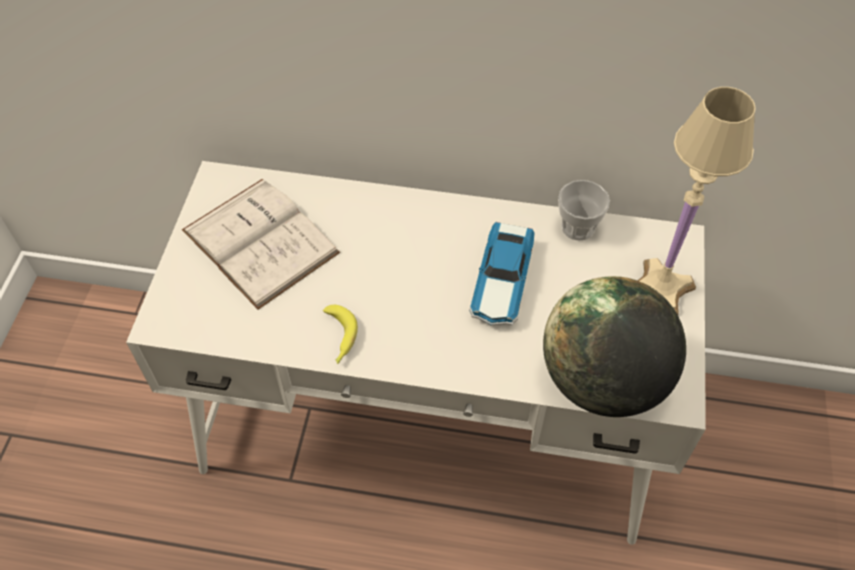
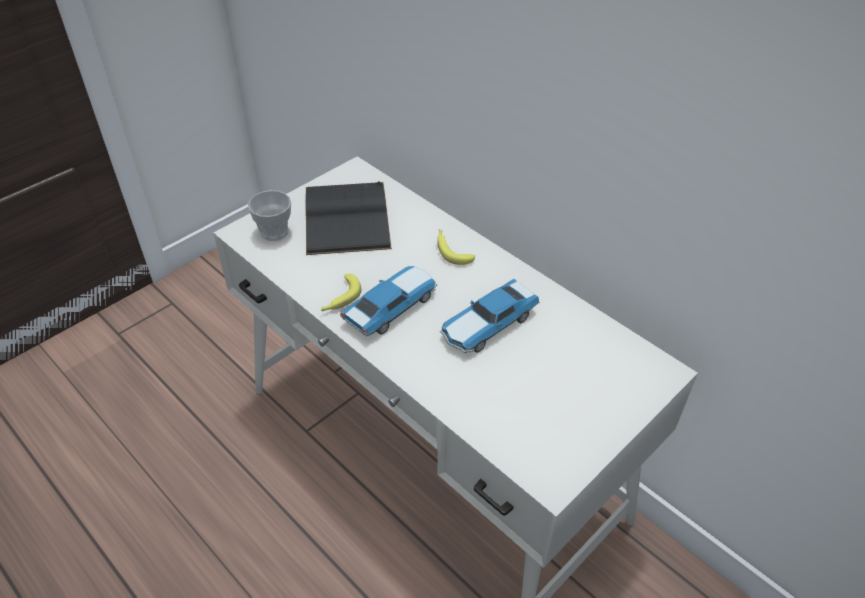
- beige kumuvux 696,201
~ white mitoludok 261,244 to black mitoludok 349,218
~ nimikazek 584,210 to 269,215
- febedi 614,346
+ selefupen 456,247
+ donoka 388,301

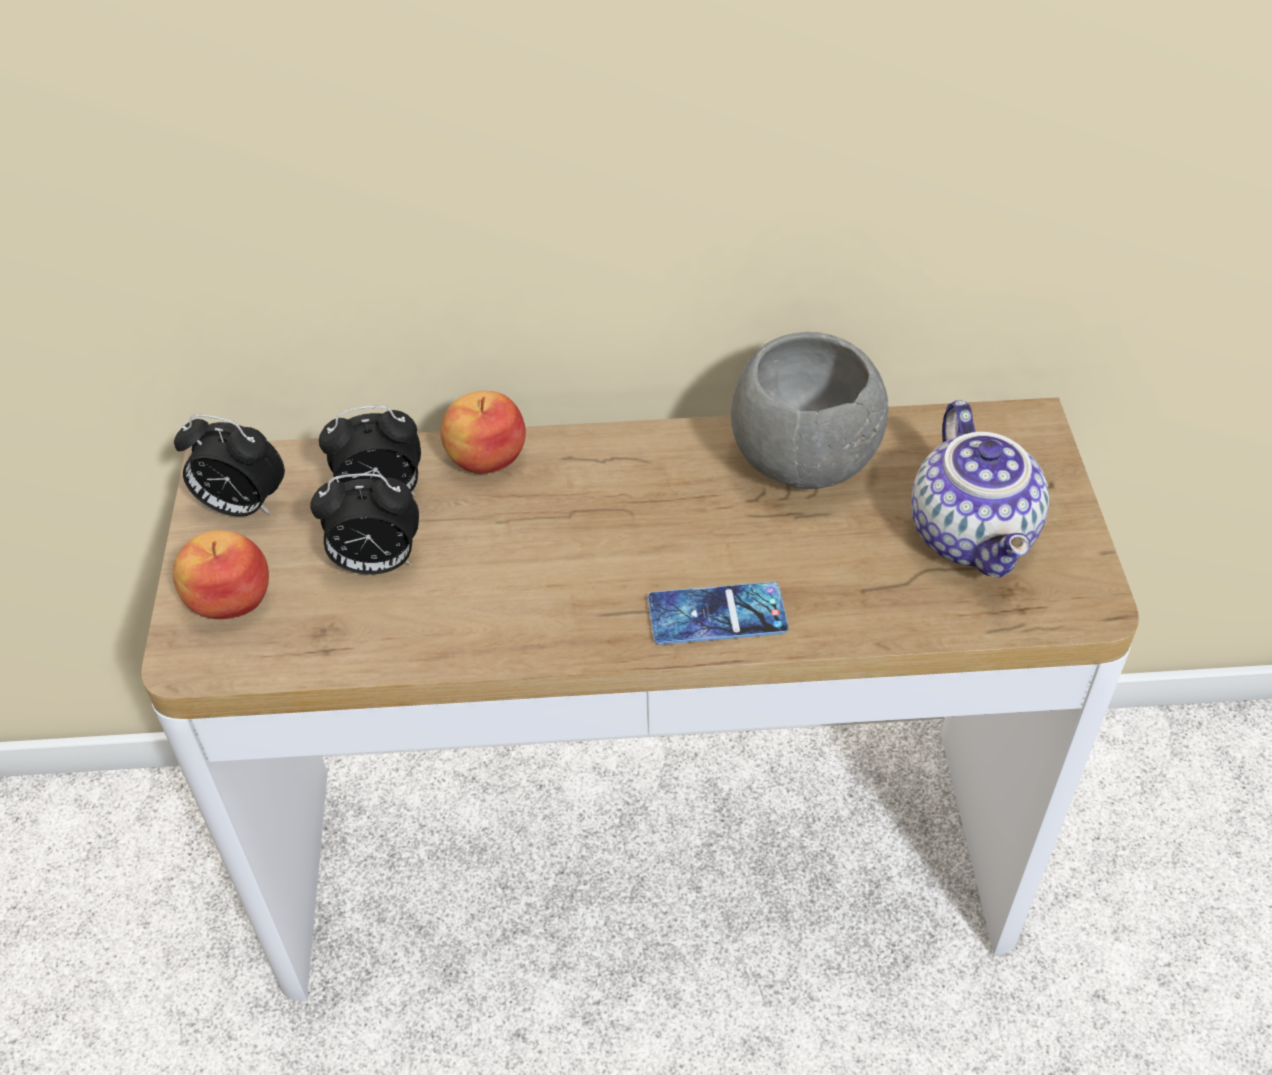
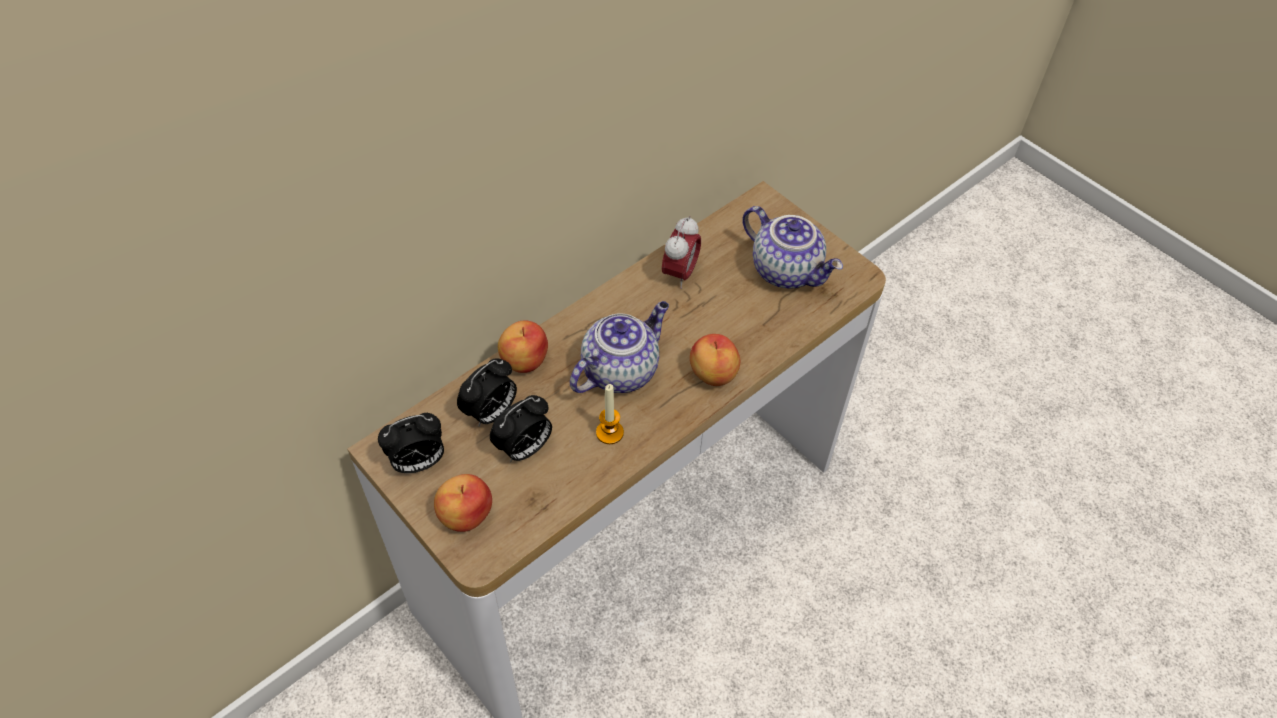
~ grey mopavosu 809,410 to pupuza 681,252
~ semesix 718,613 to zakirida 715,360
+ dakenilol 619,347
+ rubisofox 610,414

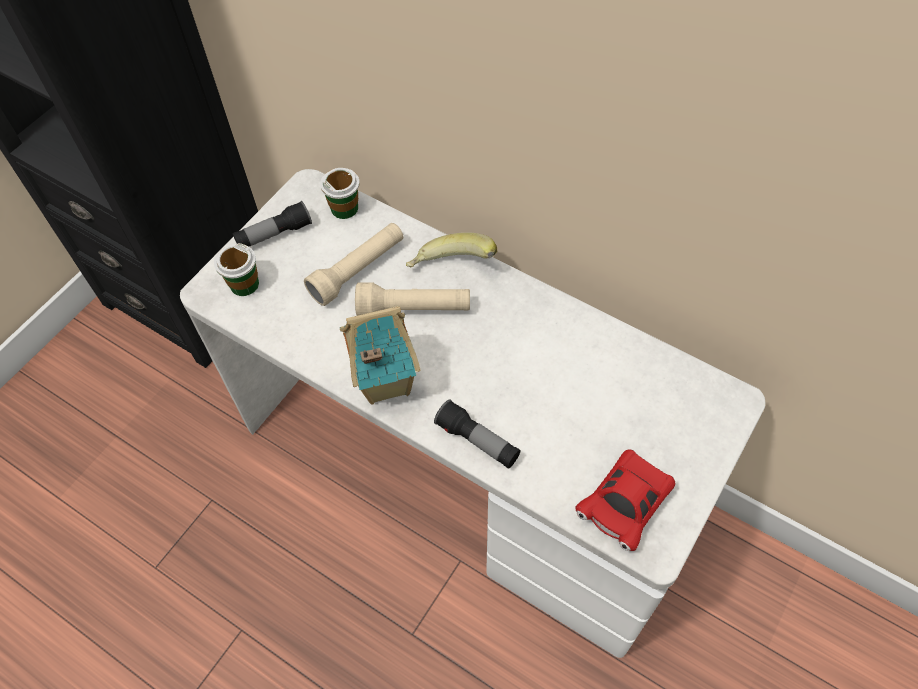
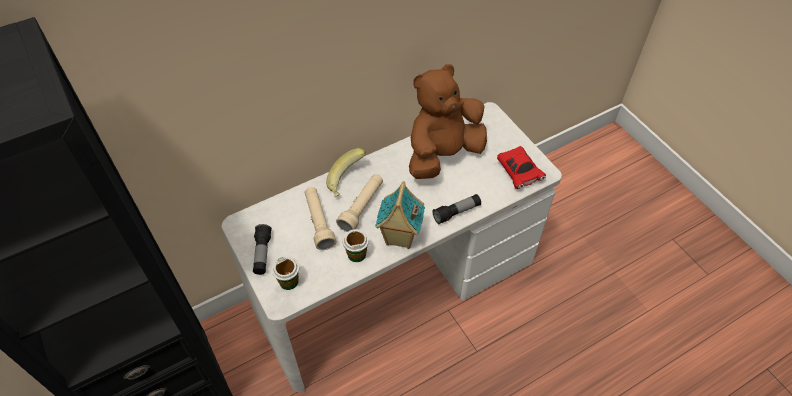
~ nimikazek 340,193 to 355,245
+ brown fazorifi 448,121

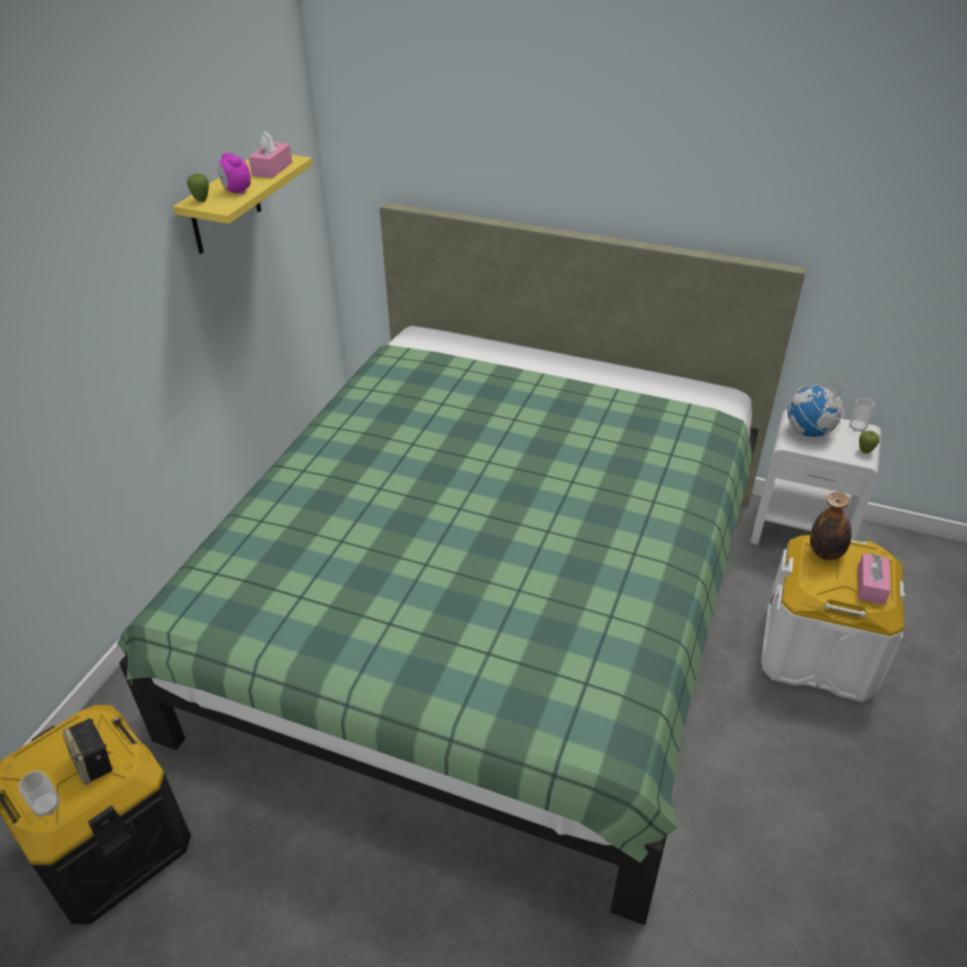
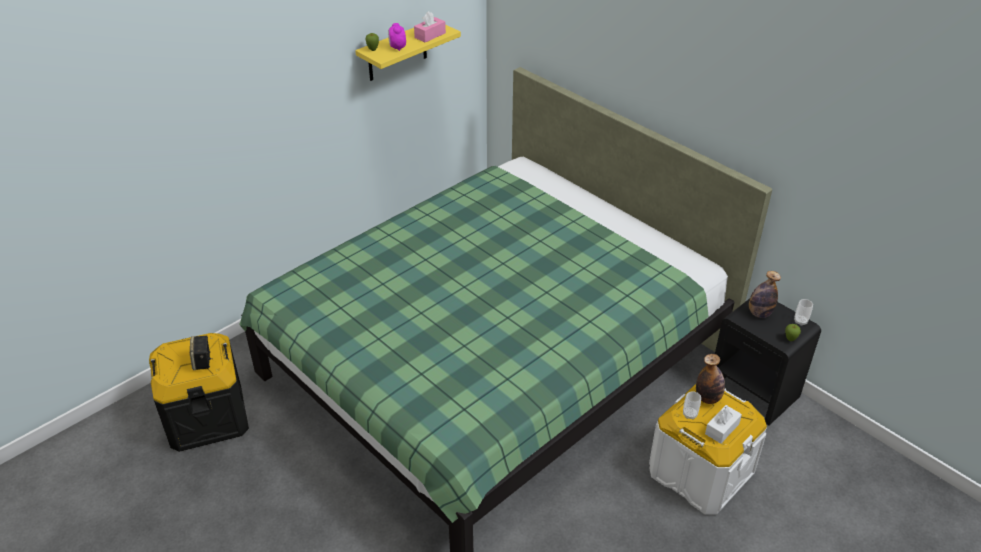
~ febedi 817,407 to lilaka 765,294
~ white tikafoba 815,477 to black tikafoba 768,361
~ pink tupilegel 874,579 to white tupilegel 723,424
~ nimikazek 39,794 to 692,405

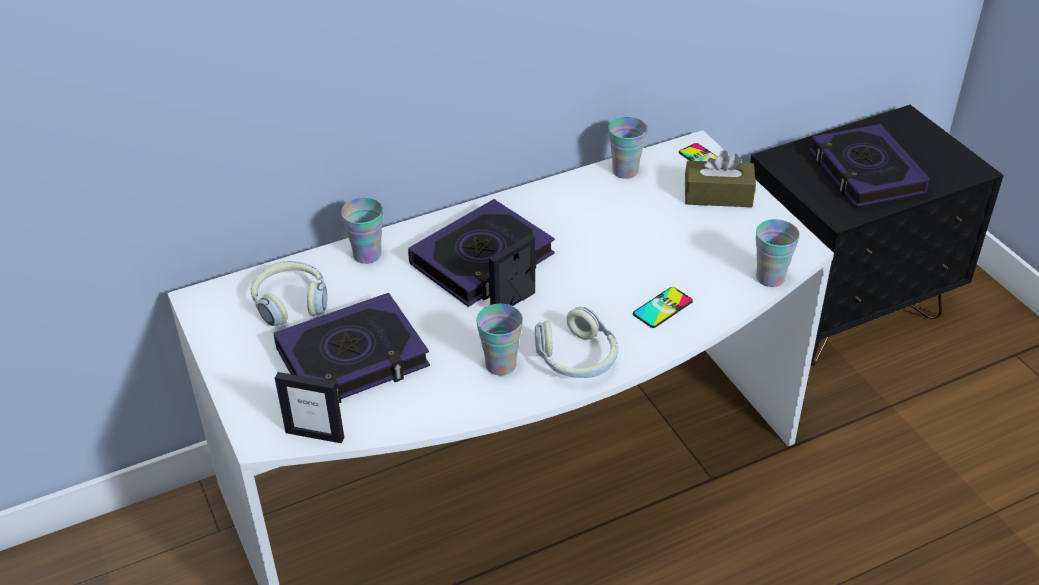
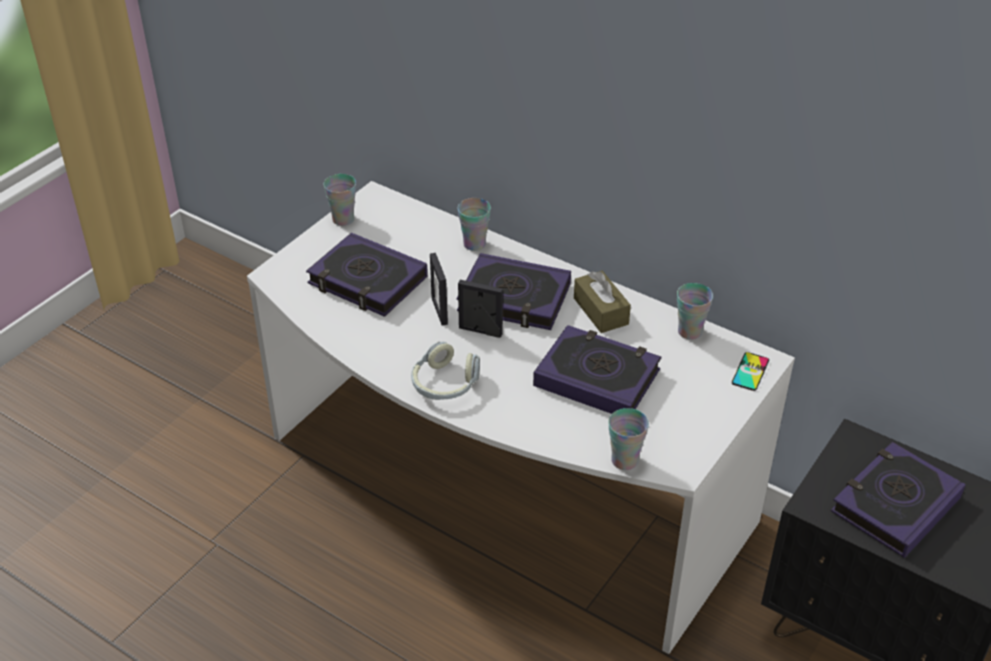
~ brown tupilegel 720,178 to 602,302
- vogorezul 288,293
- semesix 663,307
~ nimikazek 499,340 to 340,200
~ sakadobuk 309,407 to 439,289
+ mitoludok 597,369

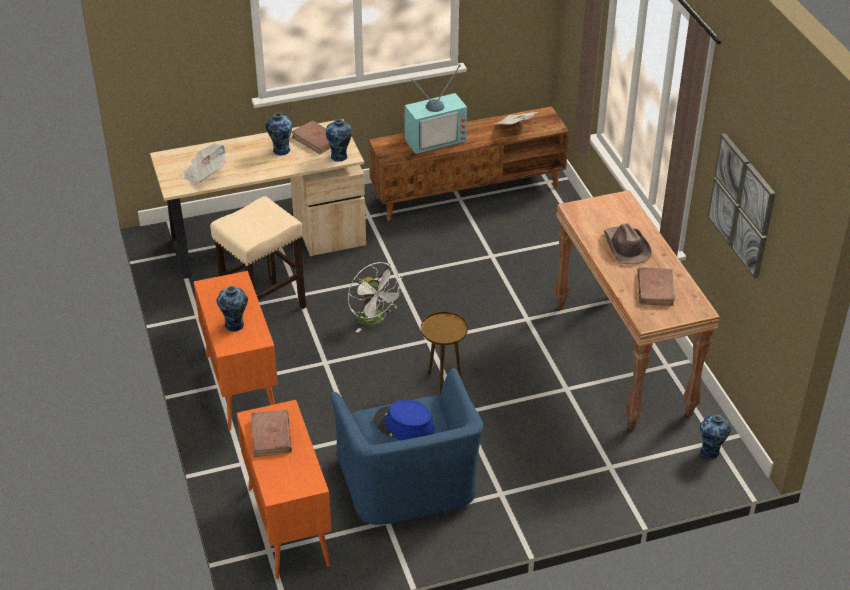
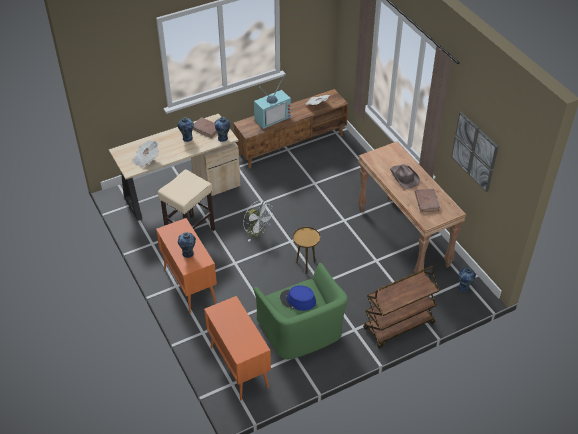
~ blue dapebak 406,446 to green dapebak 300,311
- brown mitoludok 271,433
+ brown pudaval 401,307

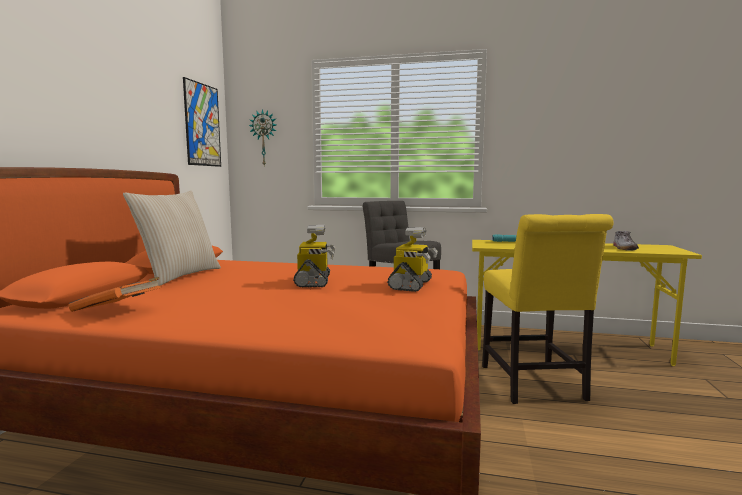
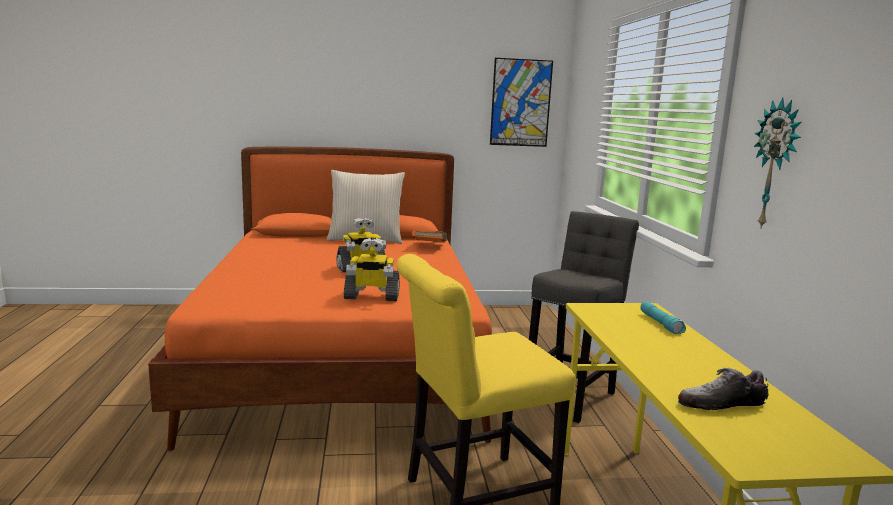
~ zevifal 262,137 to 778,163
~ orange mitoludok 115,294 to 429,236

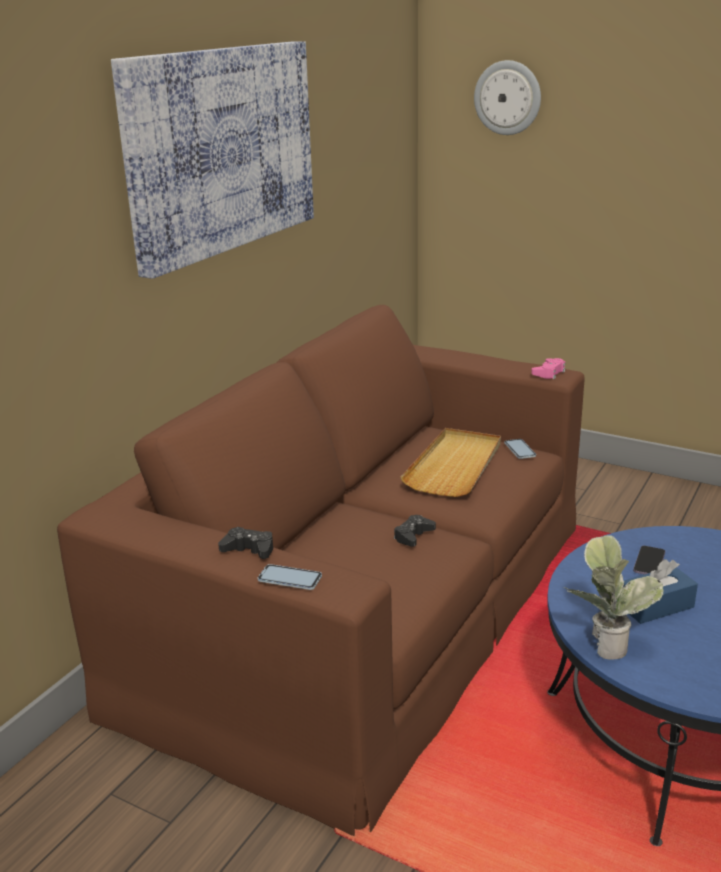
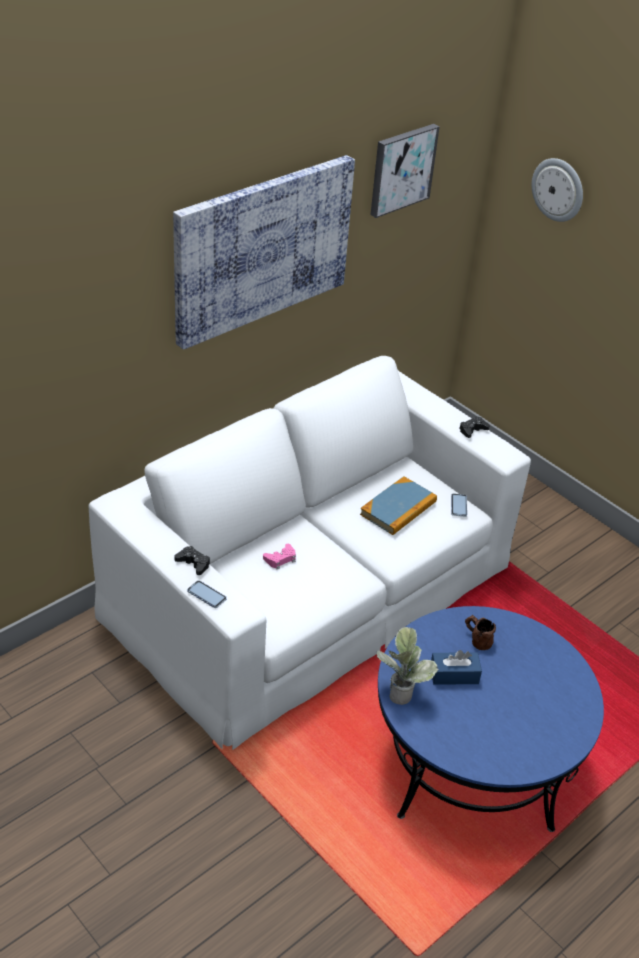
~ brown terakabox 321,570 to white terakabox 310,553
~ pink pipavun 548,368 to 279,556
~ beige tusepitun 450,462 to mitoludok 398,506
~ black pipavun 415,531 to 474,427
~ semesix 649,560 to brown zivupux 480,632
+ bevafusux 405,171

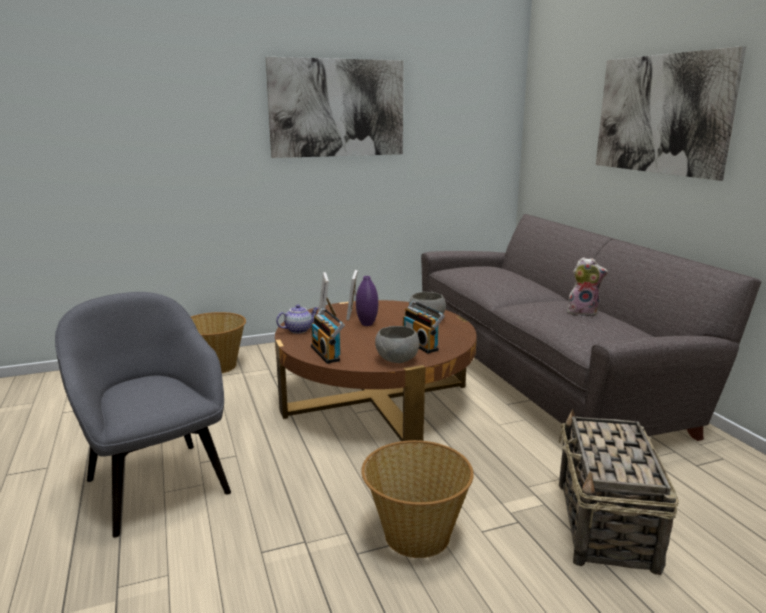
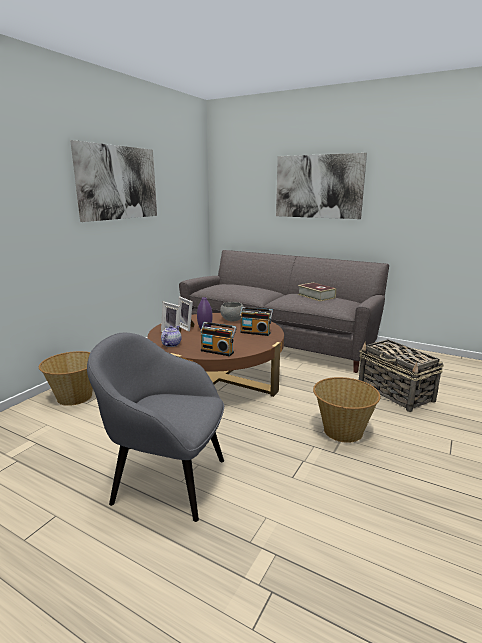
~ fazorifi 587,287 to mitoludok 317,292
- grey mopavosu 397,344

